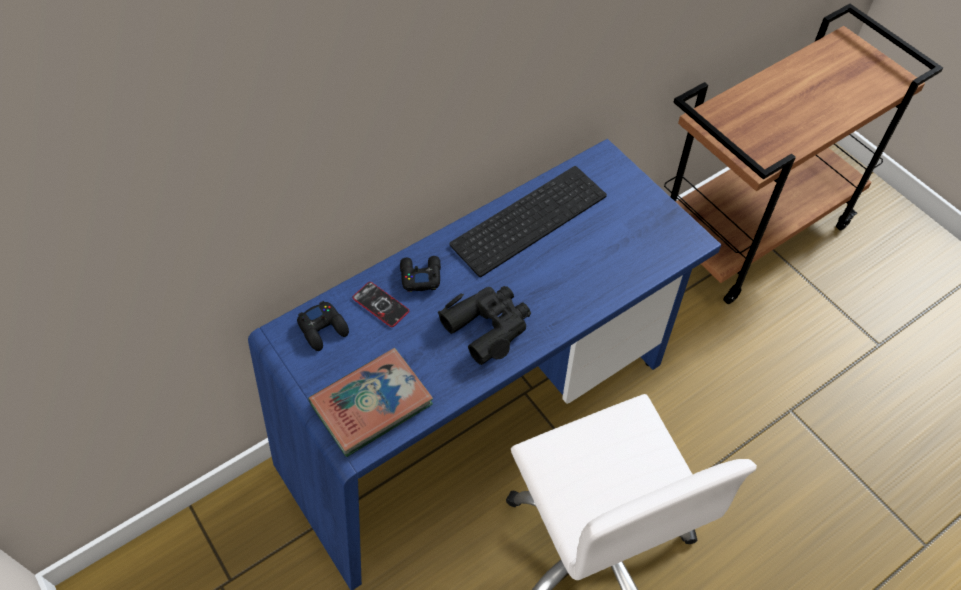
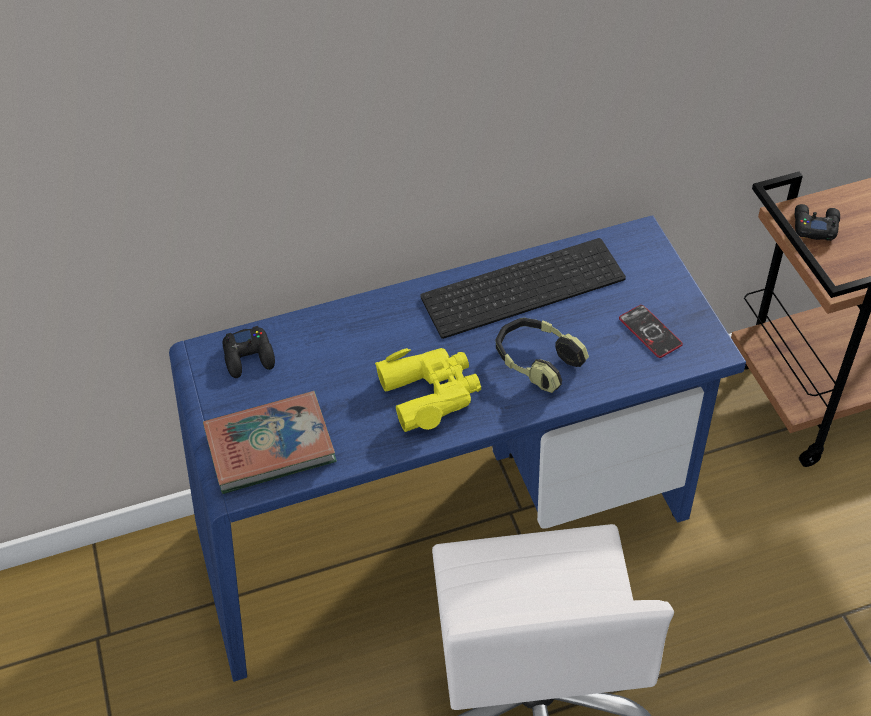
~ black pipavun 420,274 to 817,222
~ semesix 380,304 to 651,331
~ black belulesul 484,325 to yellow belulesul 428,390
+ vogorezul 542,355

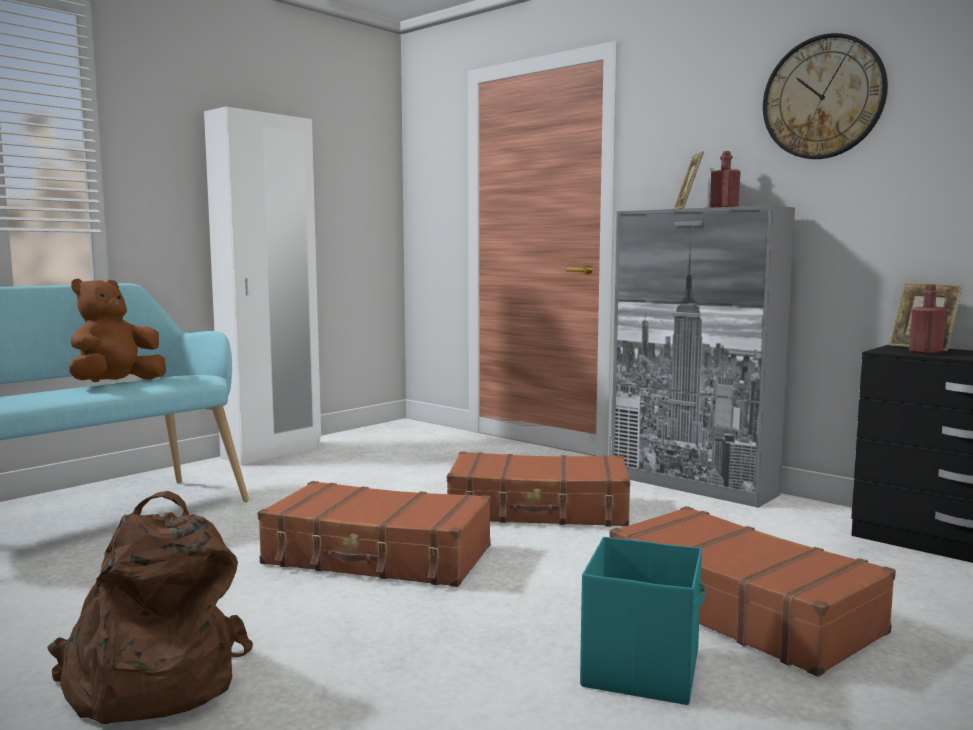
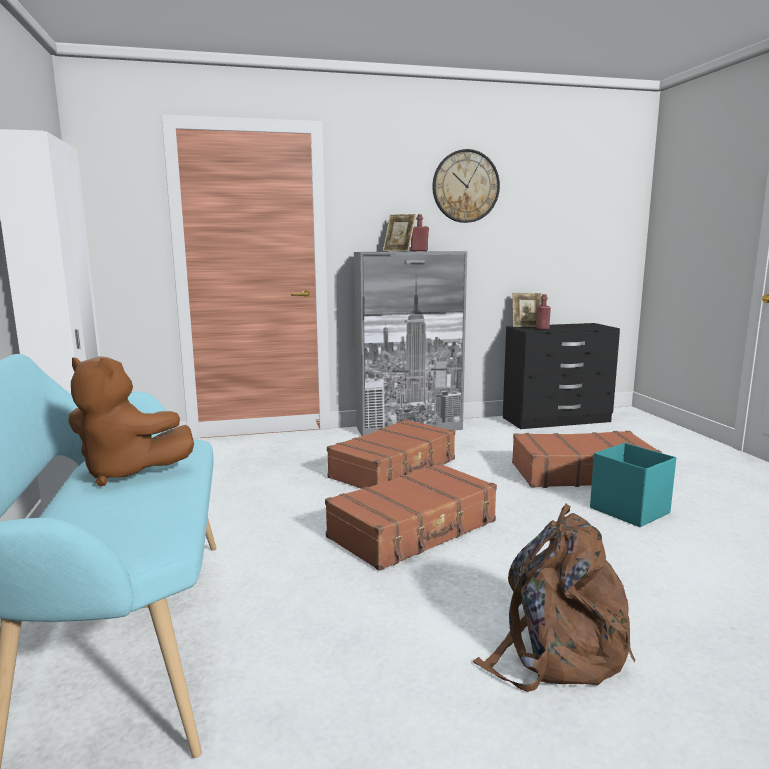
~ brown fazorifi 117,330 = 131,421 45 degrees counterclockwise

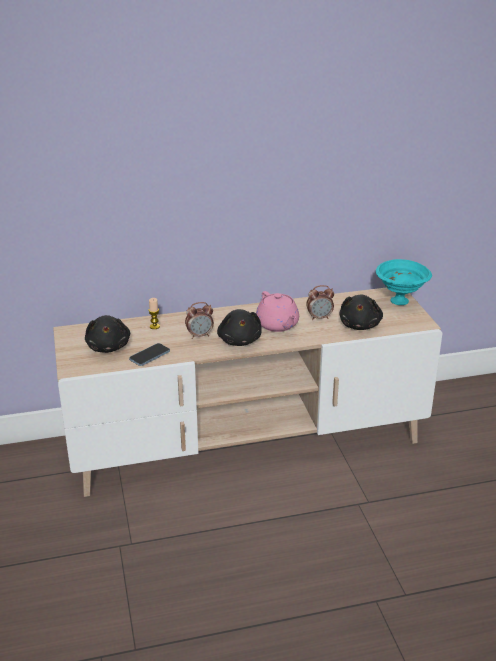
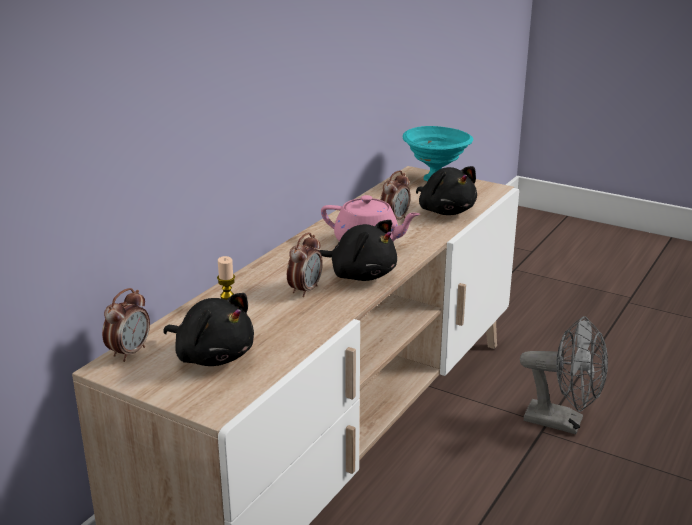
- semesix 149,354
+ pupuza 126,325
+ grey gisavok 564,375

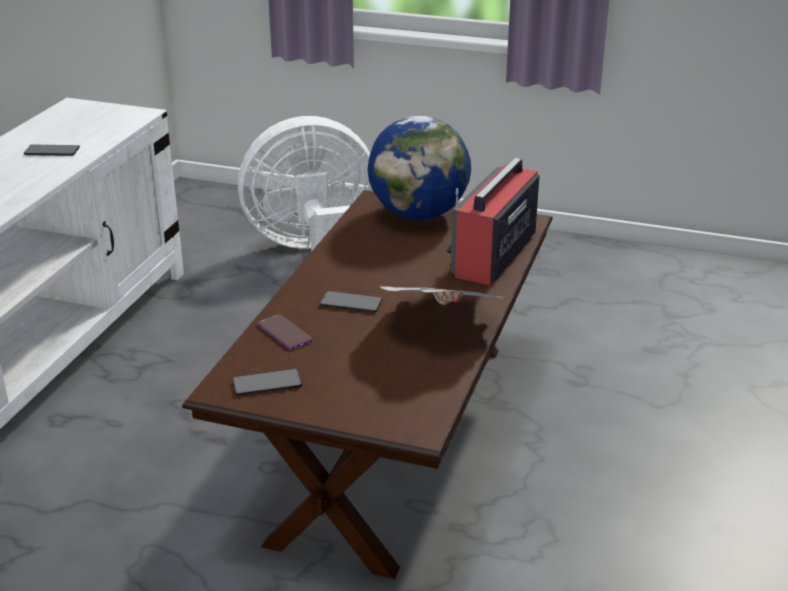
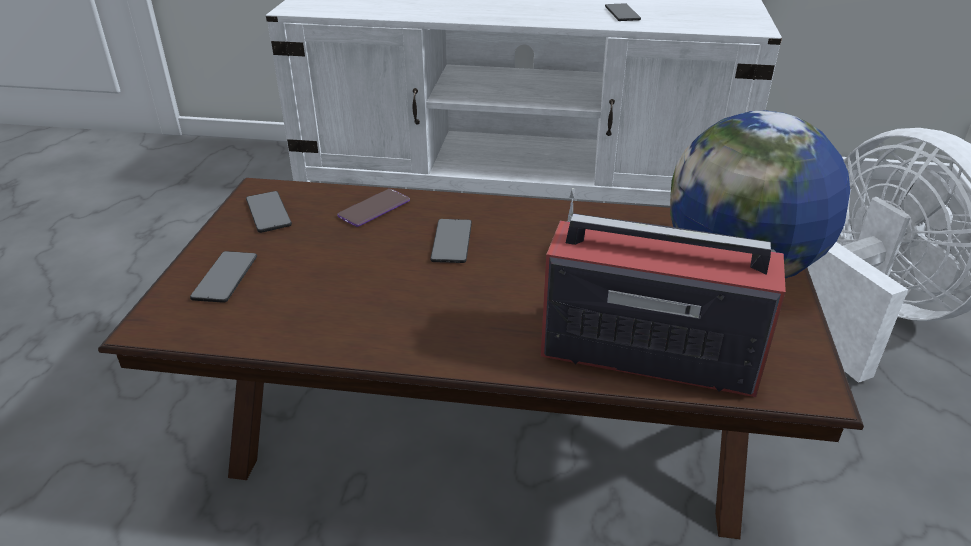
- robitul 443,295
+ semesix 223,277

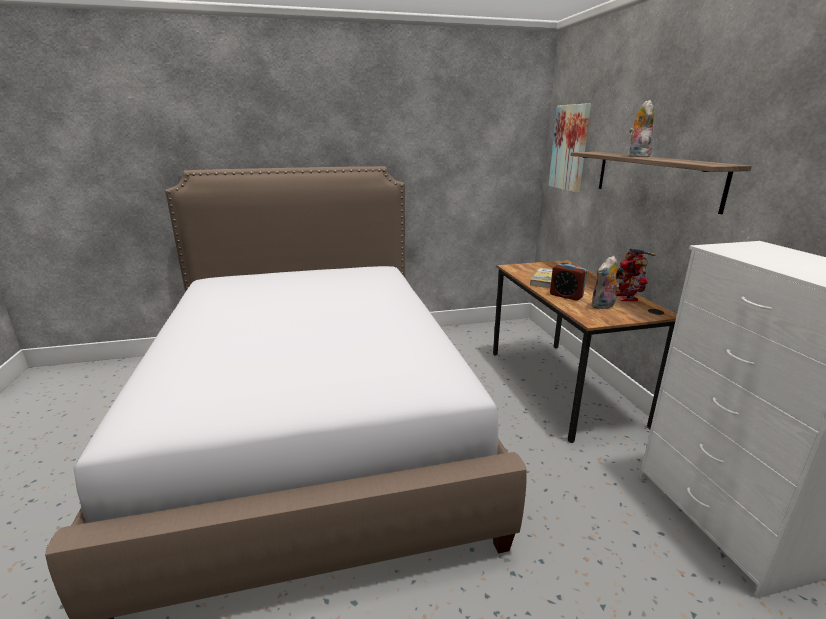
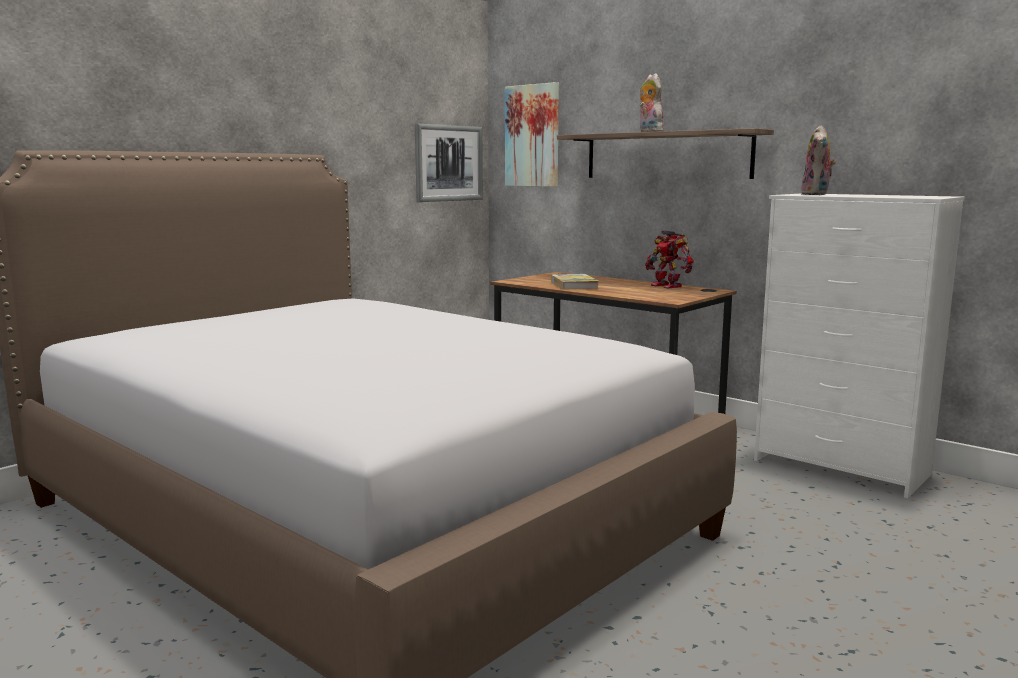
~ fazorifi 605,282 to 818,160
- pupuza 568,282
+ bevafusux 449,162

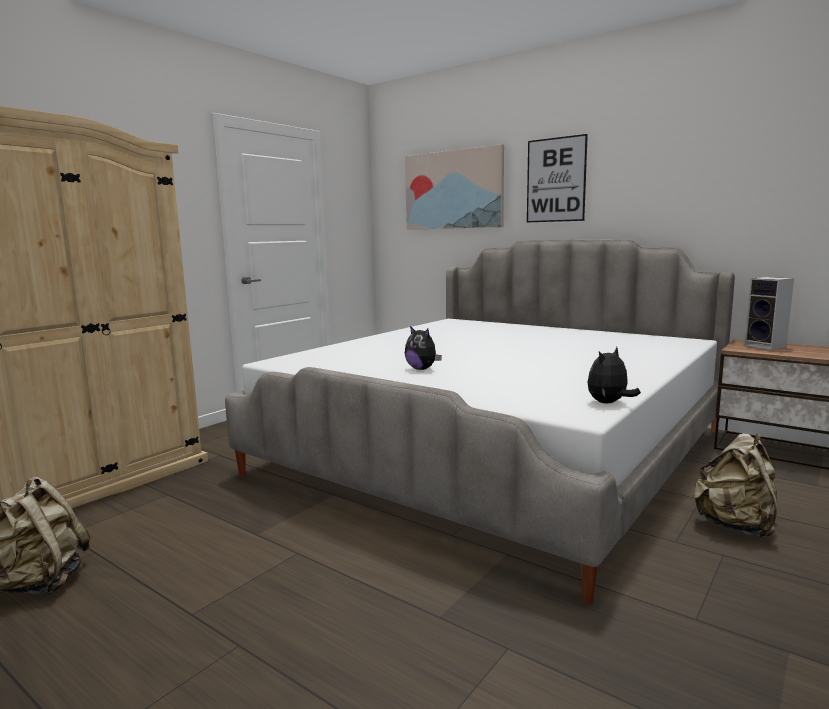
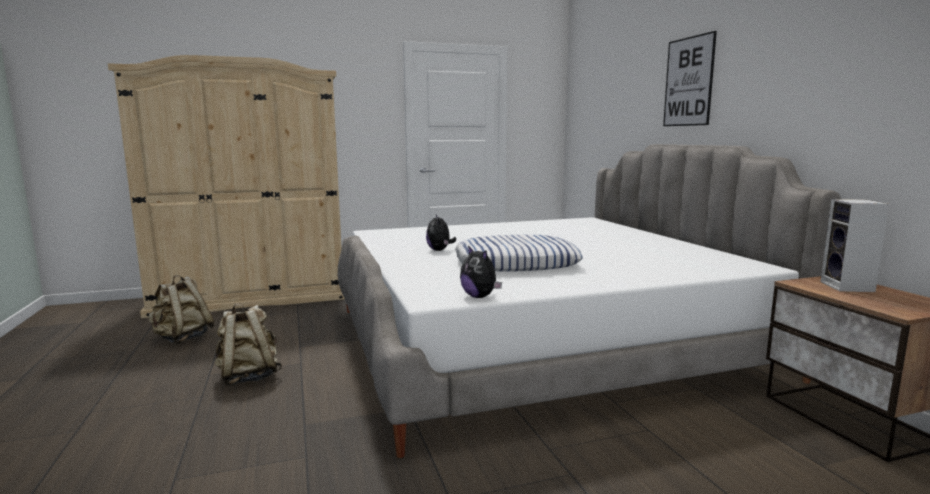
- bevafusux 454,187
~ fazorifi 614,375 = 481,271 120 degrees counterclockwise
~ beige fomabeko 735,486 to 248,344
+ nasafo 519,253

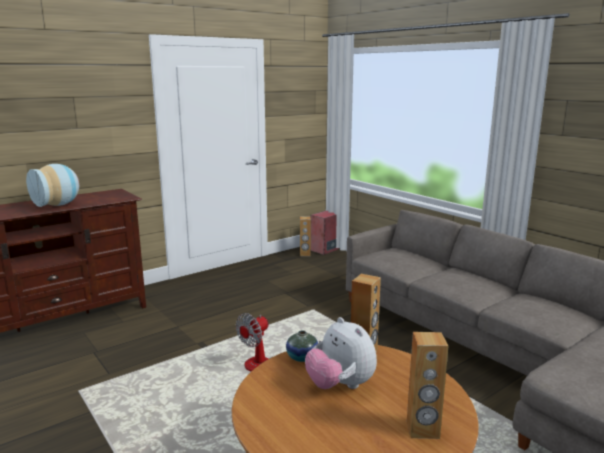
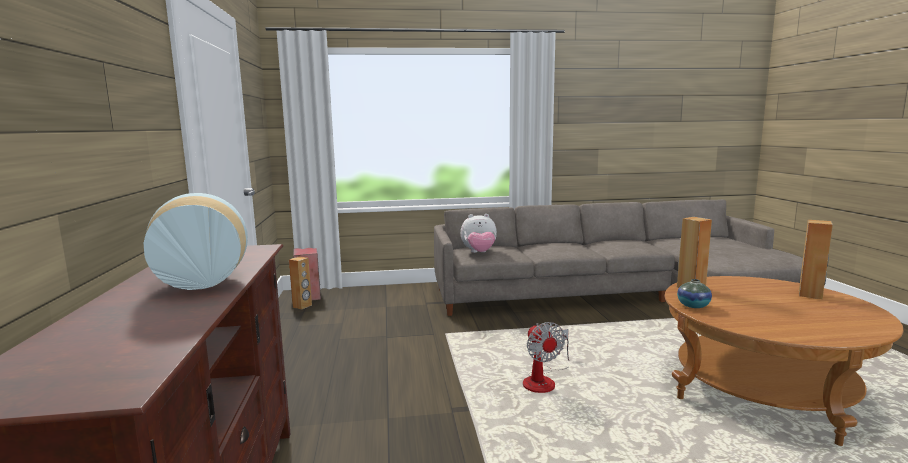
~ fazorifi 341,353 to 479,233

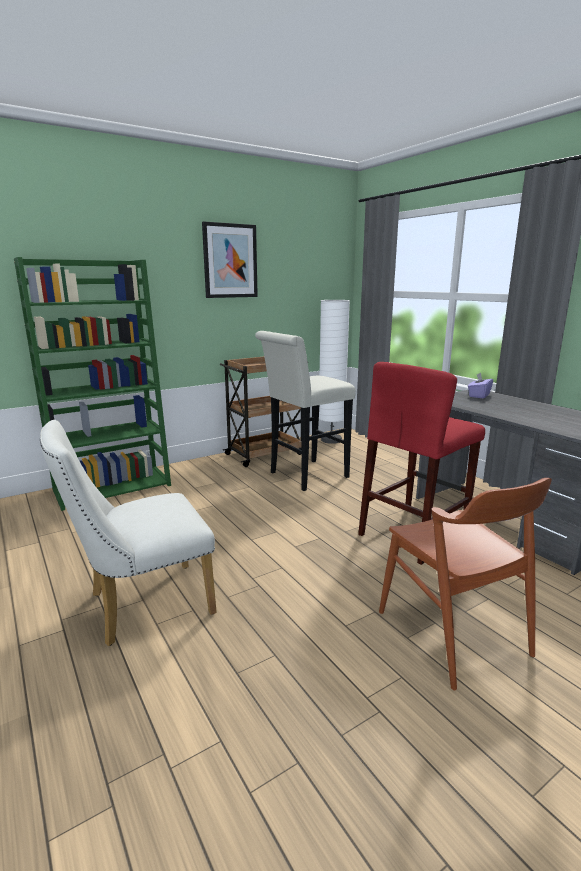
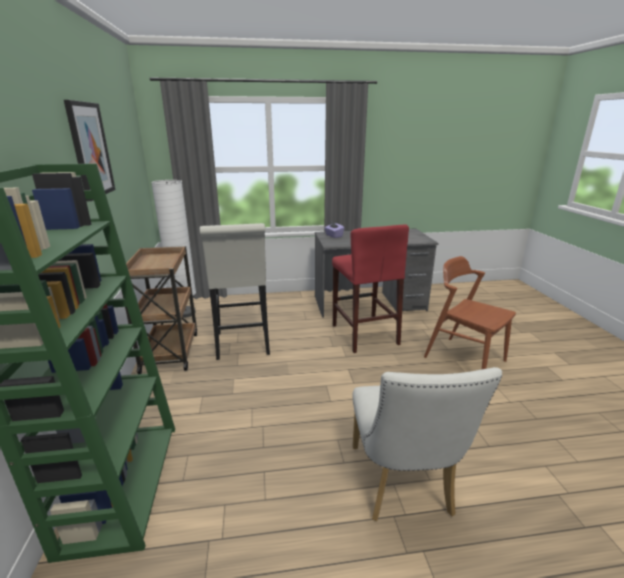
~ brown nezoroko 465,584 = 470,312 135 degrees counterclockwise

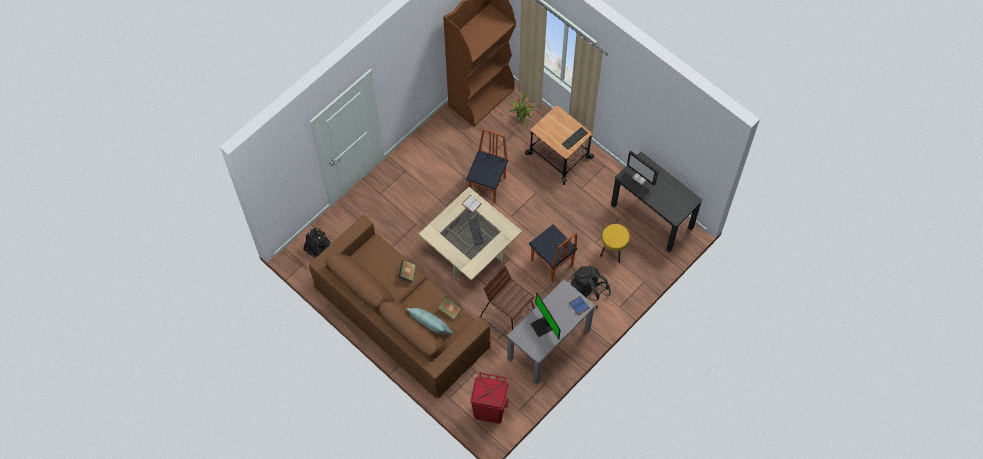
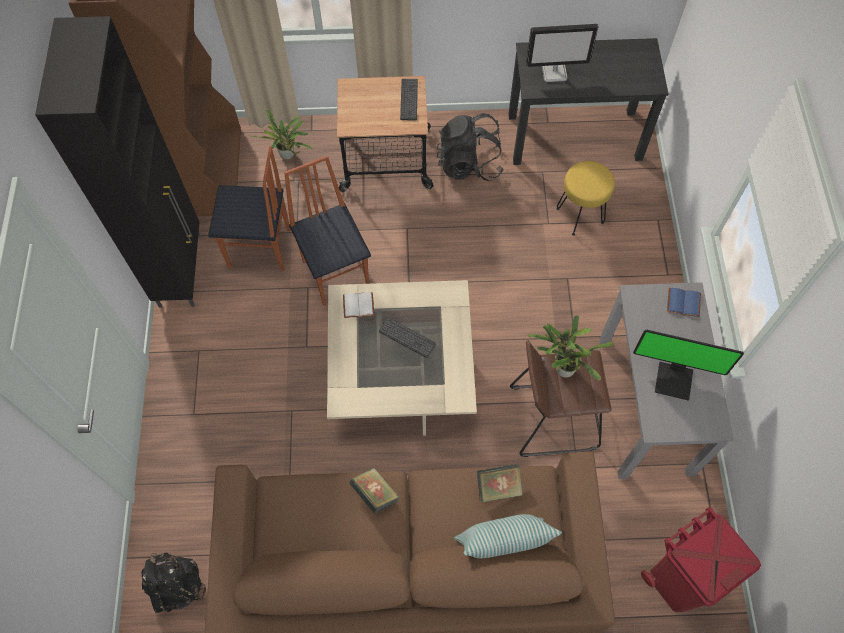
~ nezoroko 553,253 to 249,208
~ black fomabeko 591,287 to 470,147
+ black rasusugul 118,162
+ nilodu 571,348

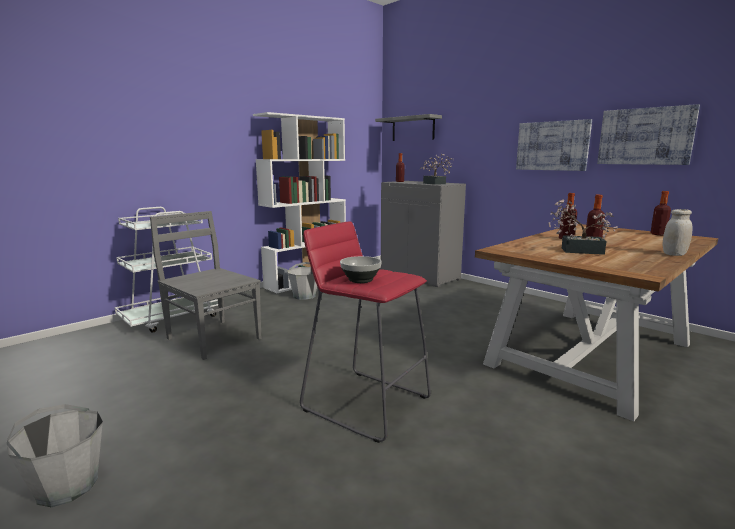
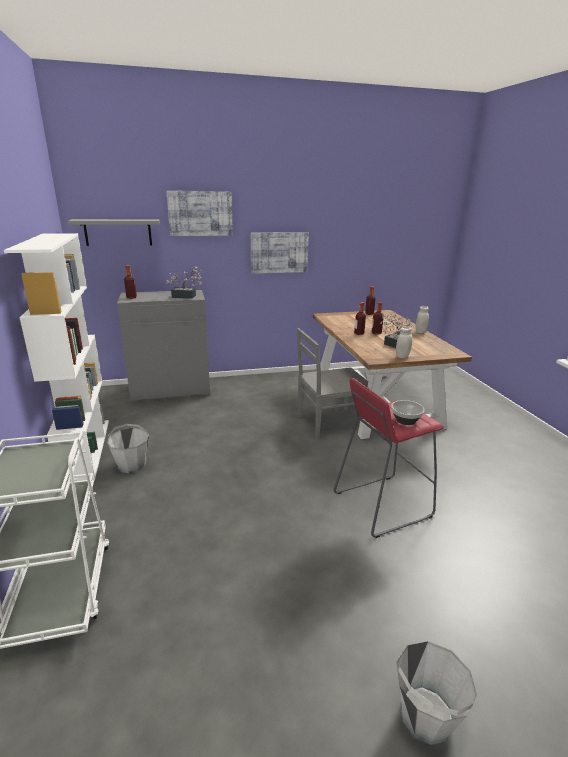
~ bevafusux 648,134 to 199,213
~ grey nezoroko 205,285 to 332,384
+ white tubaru 404,342

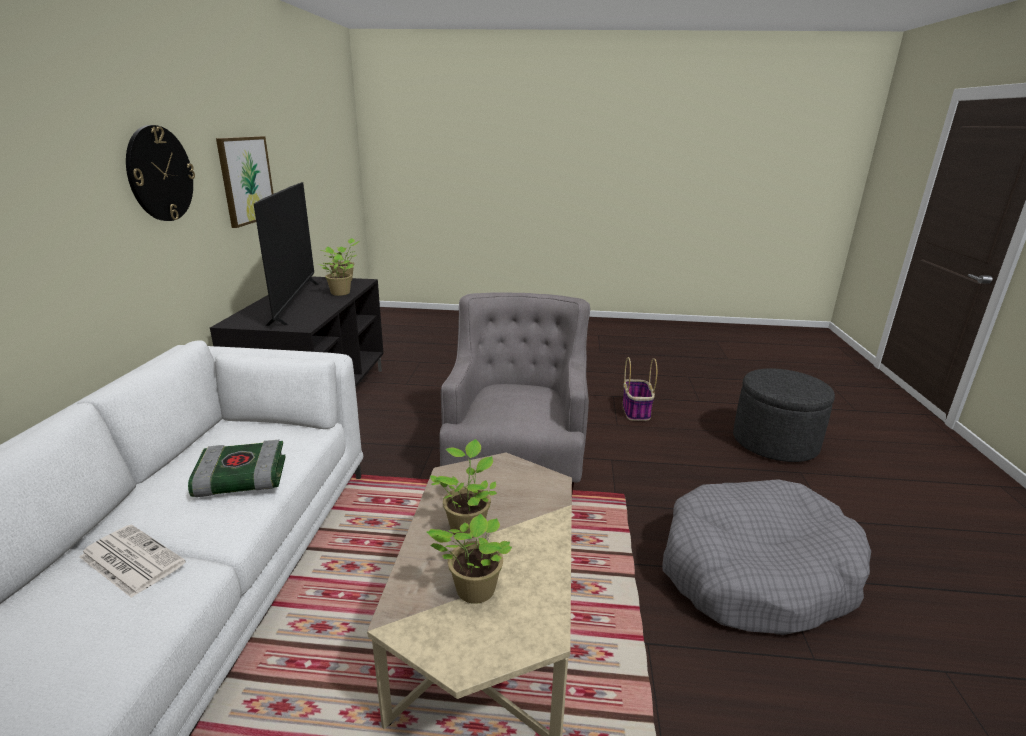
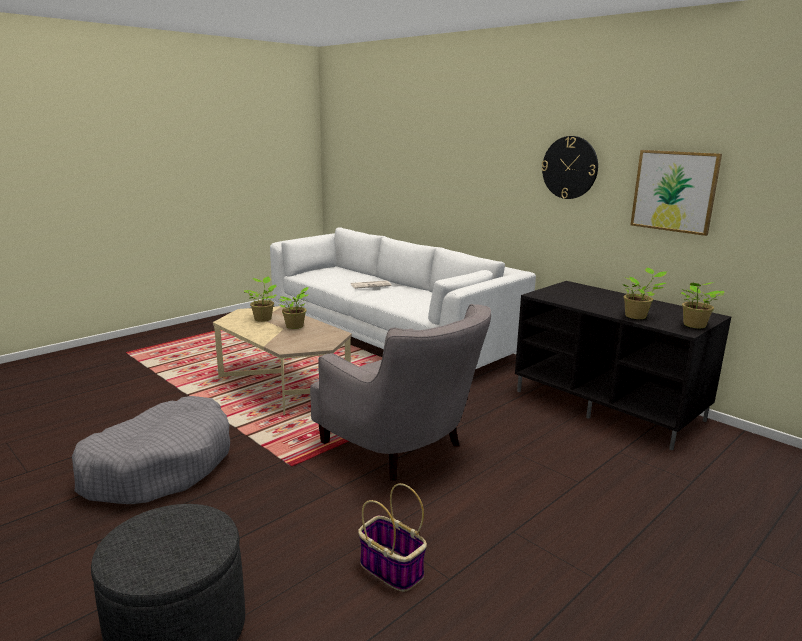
- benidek 286,254
- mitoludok 237,468

